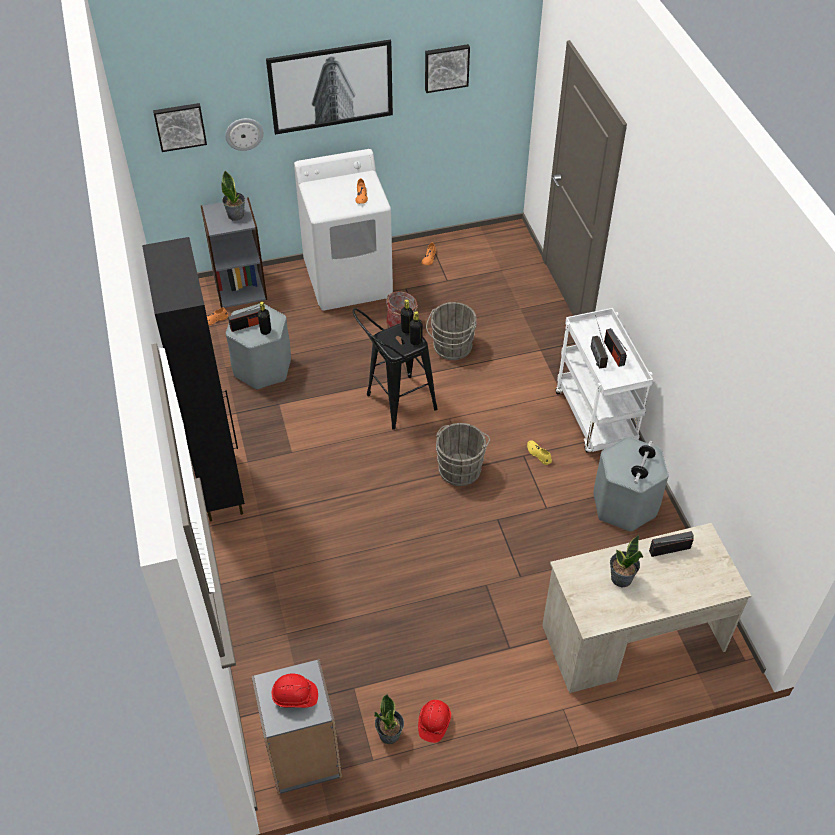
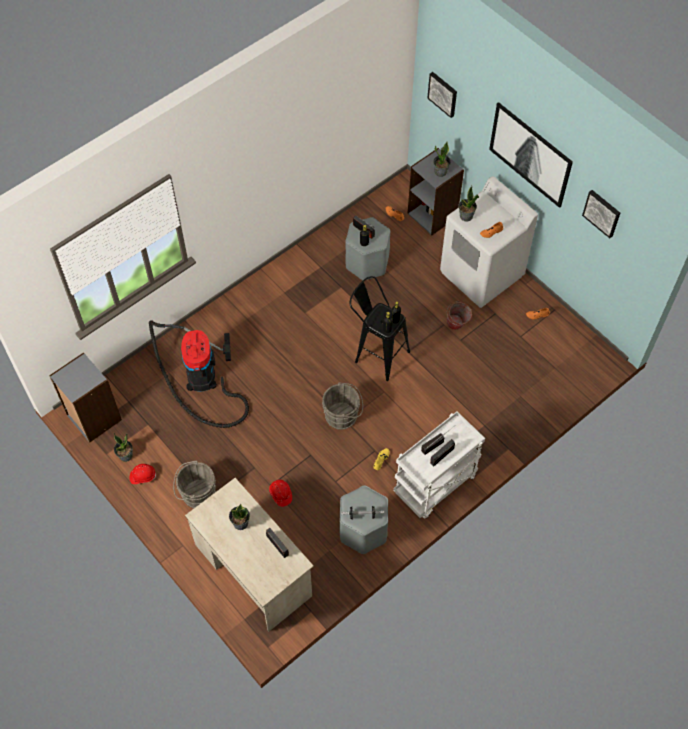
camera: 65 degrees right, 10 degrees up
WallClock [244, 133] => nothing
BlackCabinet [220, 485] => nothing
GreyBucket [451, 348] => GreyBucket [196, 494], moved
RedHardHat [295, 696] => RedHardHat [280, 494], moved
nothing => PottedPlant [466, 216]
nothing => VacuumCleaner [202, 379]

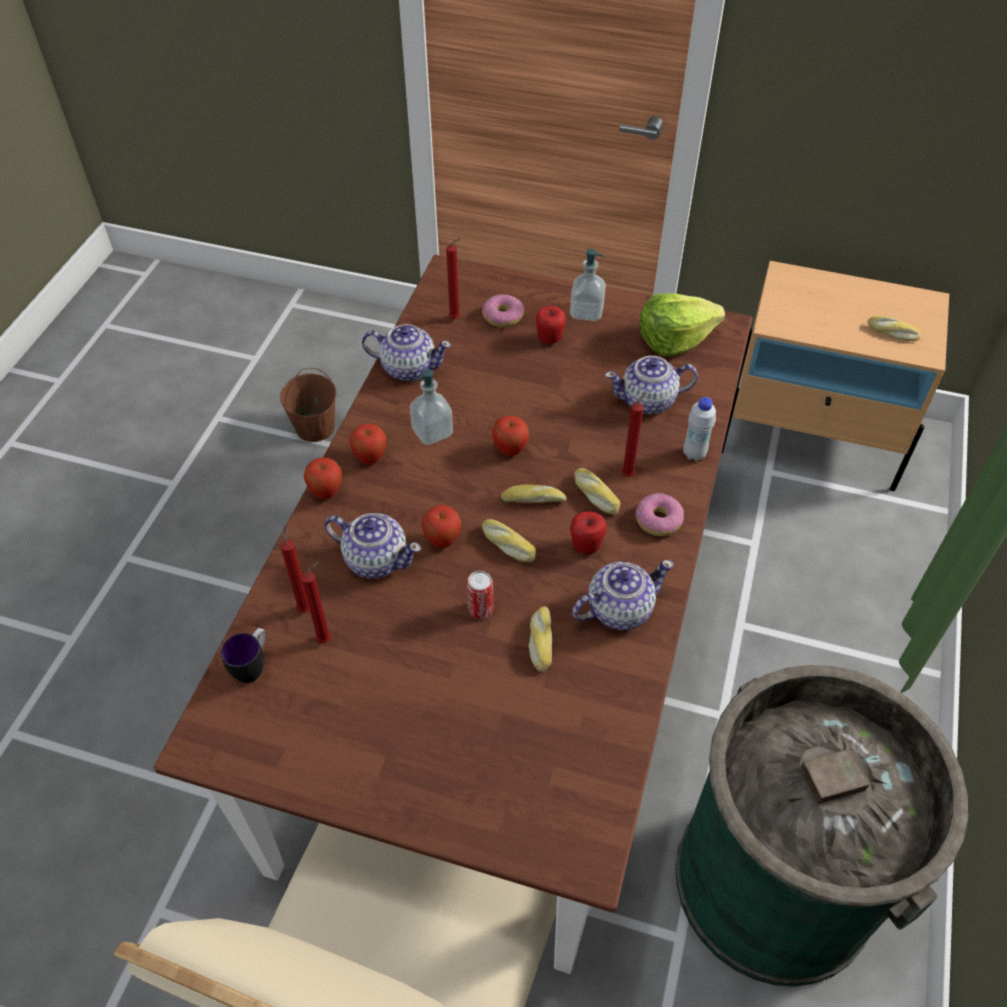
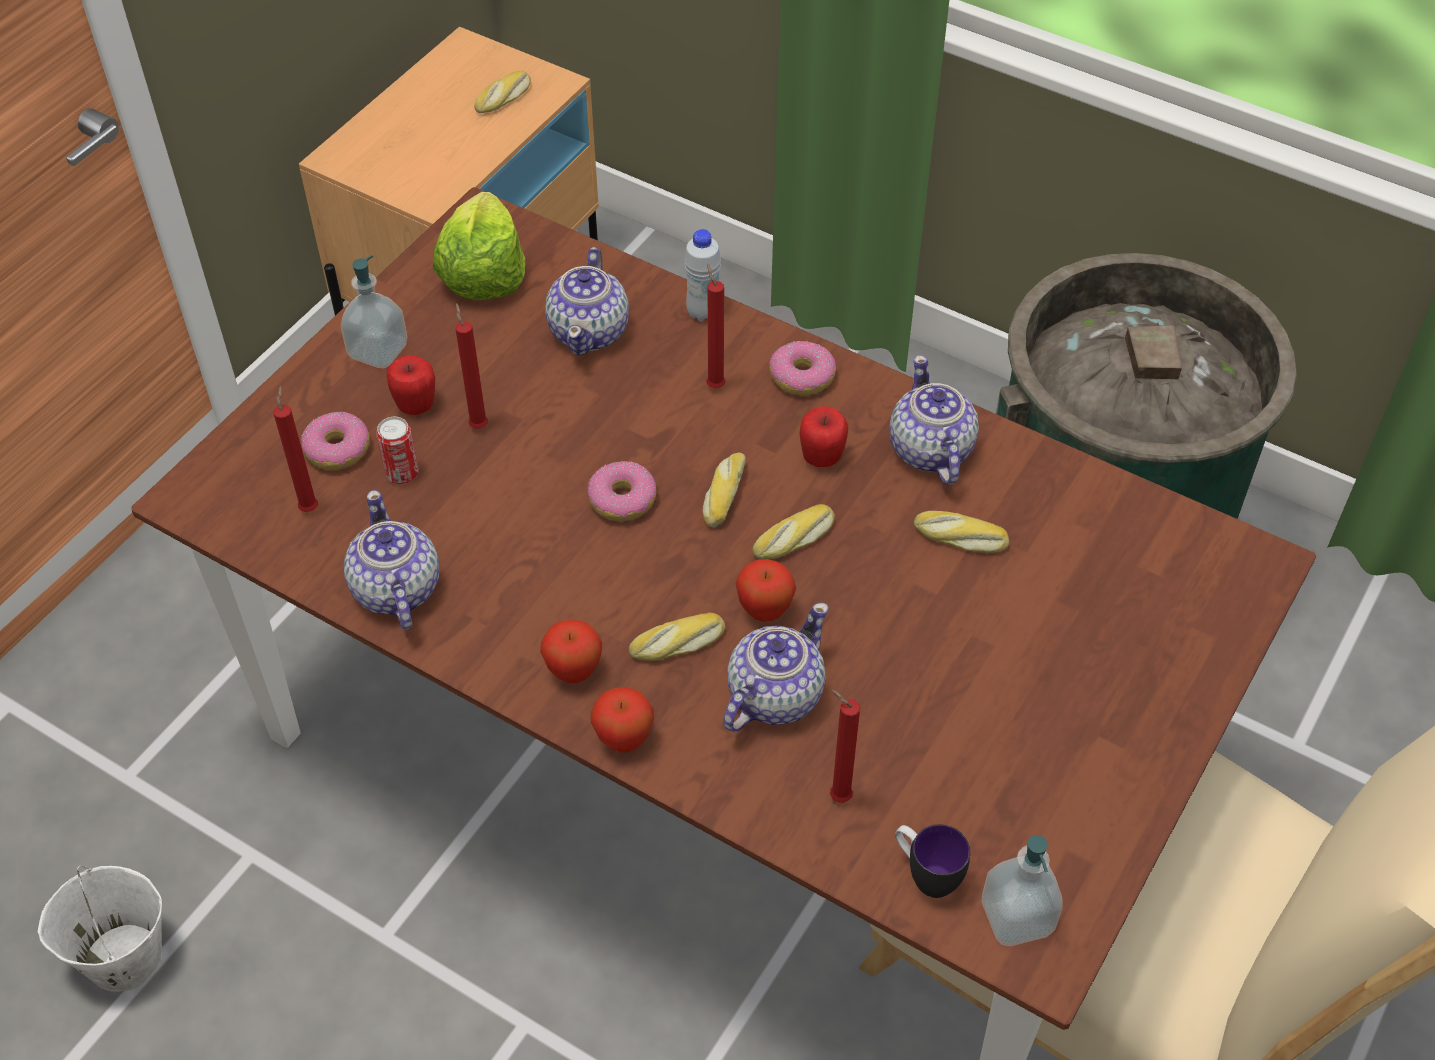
camera: 75 degrees left, 0 degrees up
Teapot [408, 368] => Teapot [395, 590], 45 degrees counterclockwise
BrownBucket [314, 427] => WhiteBucket [123, 958]
SoapDispenser [432, 432] => SoapDispenser [1016, 917], moved
Apple [510, 450] => Donut [622, 500]
Bread [594, 495] => Bread [678, 645], moved
RedCandle [326, 638] => RedCandle [478, 424], moved
Can [480, 609] => Can [402, 473], moved

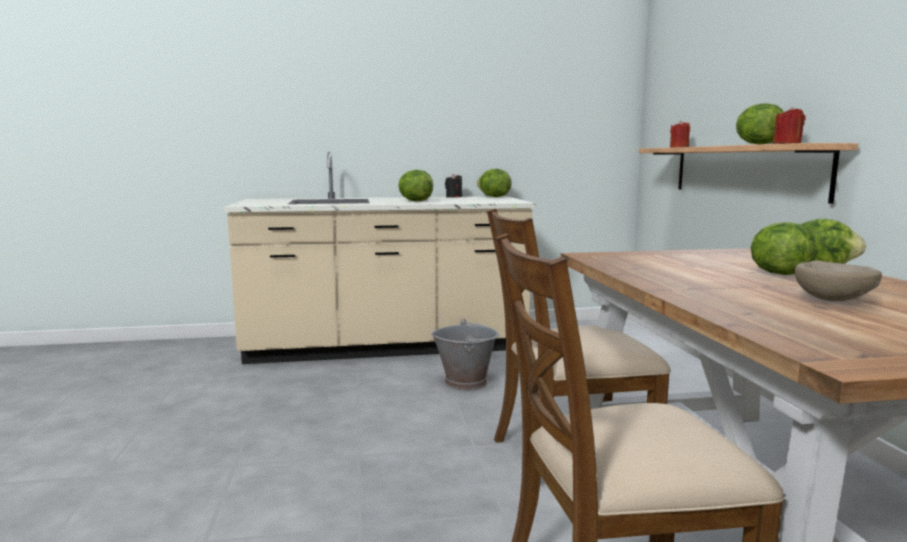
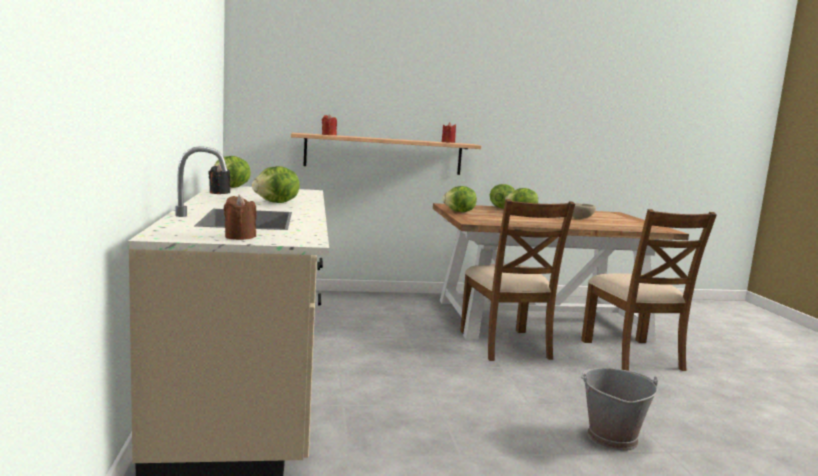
camera: 90 degrees left, 0 degrees up
Lettuce [757, 144] => Lettuce [459, 212], moved
GreyBucket [466, 382] => GreyBucket [611, 437], moved
nothing => BrownCandle [239, 237]

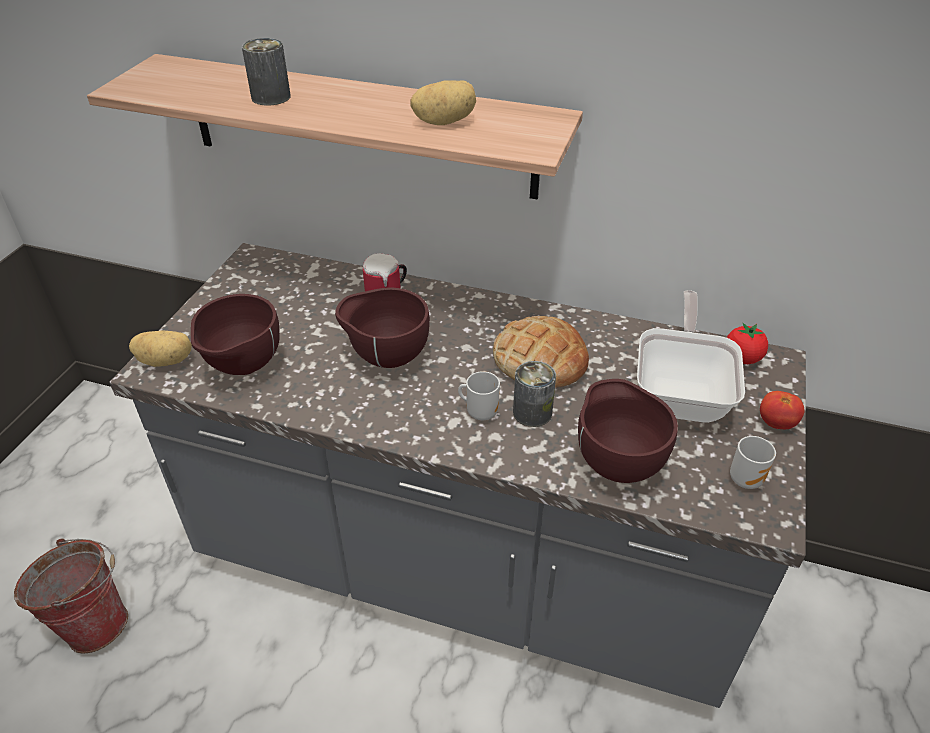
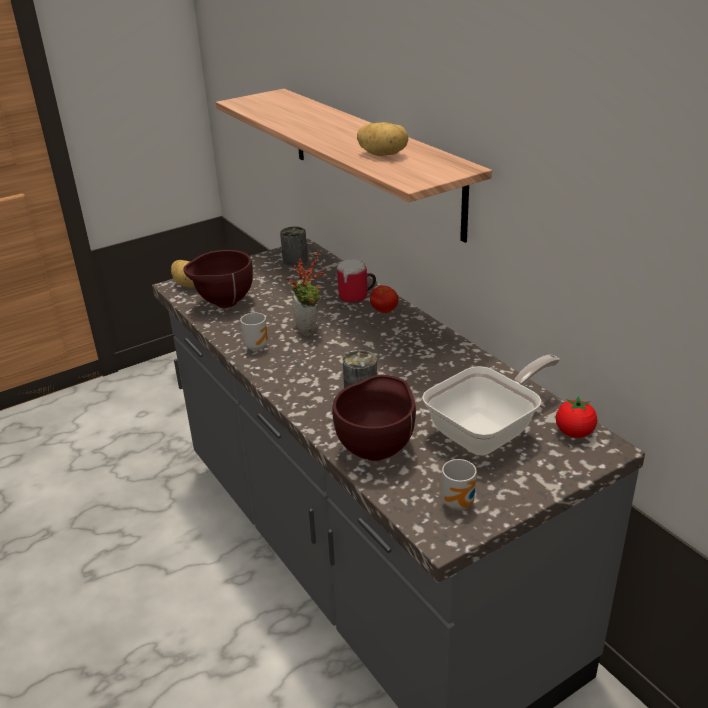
camera: 40 degrees right, 10 degrees down
Can [271, 97] => Can [295, 262], moved
BrownBowl [386, 358] => PottedPlant [310, 330]
Bread [540, 359] => nothing
Mug [480, 412] => Mug [256, 346], moved
Tomato [776, 423] => Tomato [384, 311], moved
Bucket [93, 621] => nothing

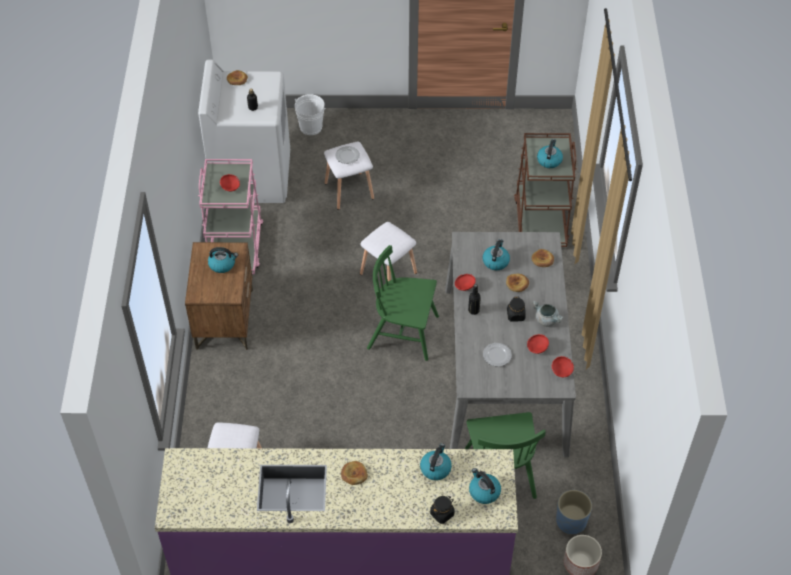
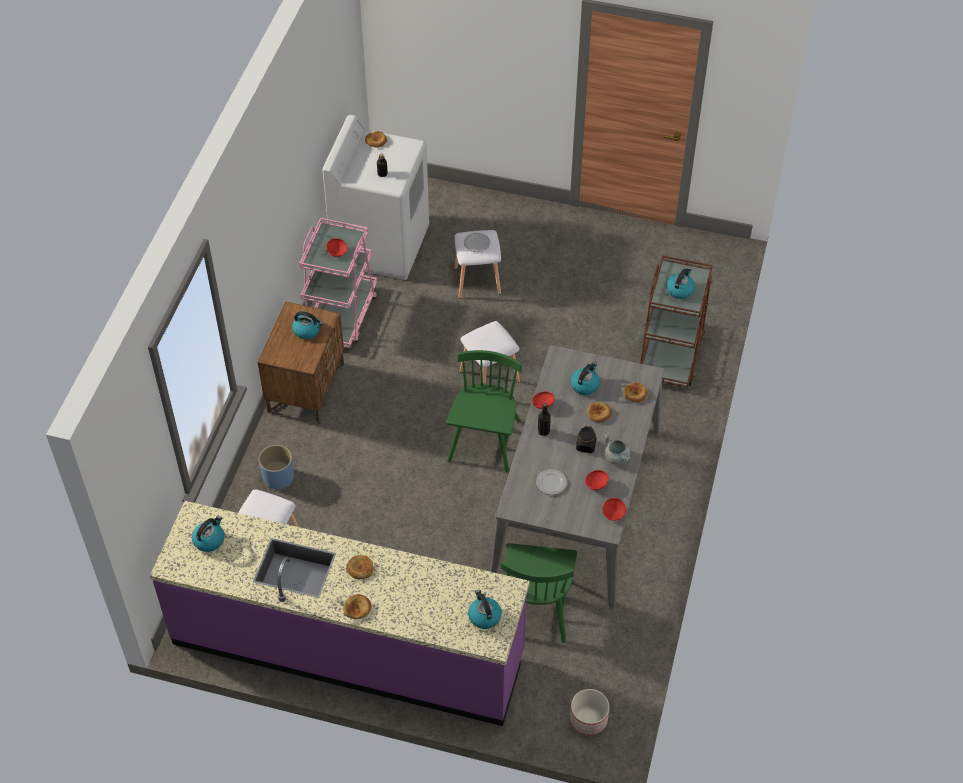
camera: 15 degrees right, 0 degrees up
WhiteBucket [311, 127] => nothing
GreenChair [403, 332] => GreenChair [484, 441], 75 degrees clockwise
Kettle [435, 468] => Kettle [209, 540], moved
BluePlanter [571, 521] => BluePlanter [279, 478], moved
BlackJar [442, 513] => nothing
nothing => Bread [357, 608]

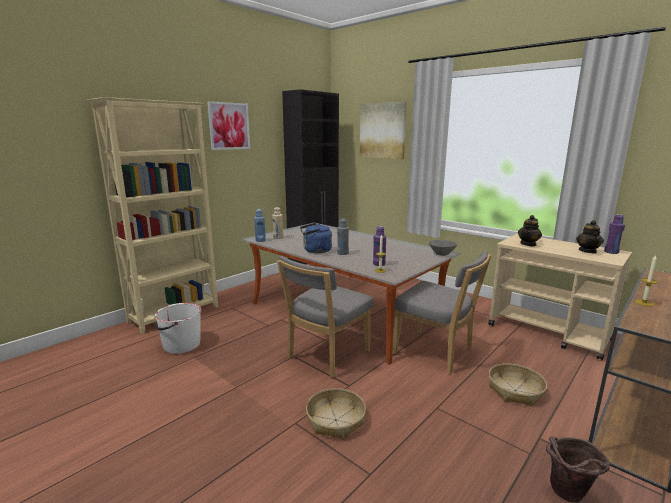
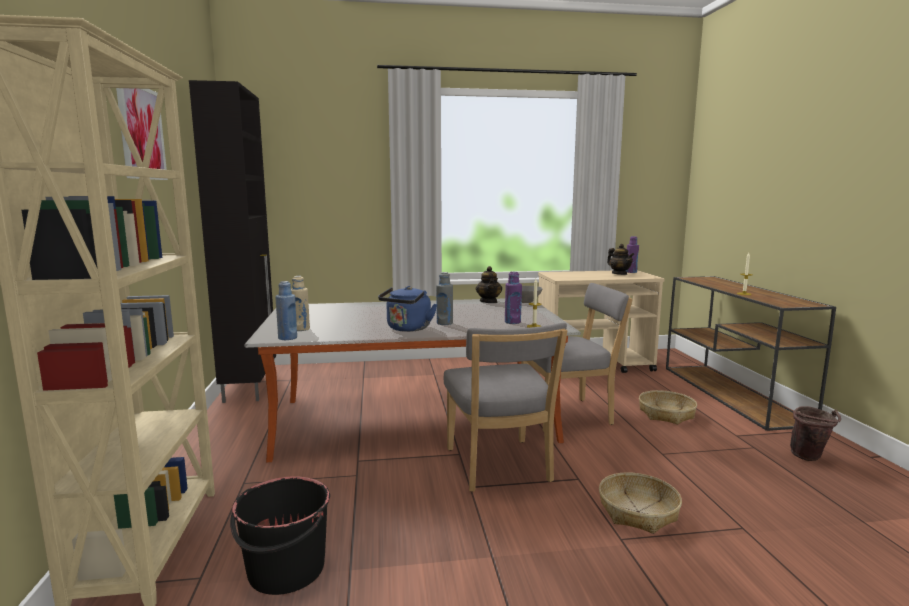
camera: 50 degrees left, 5 degrees down
Picture [382, 131] => nothing
Teapot [528, 244] => Teapot [489, 301], moved
WhiteBucket [181, 345] => BlackBucket [285, 570]

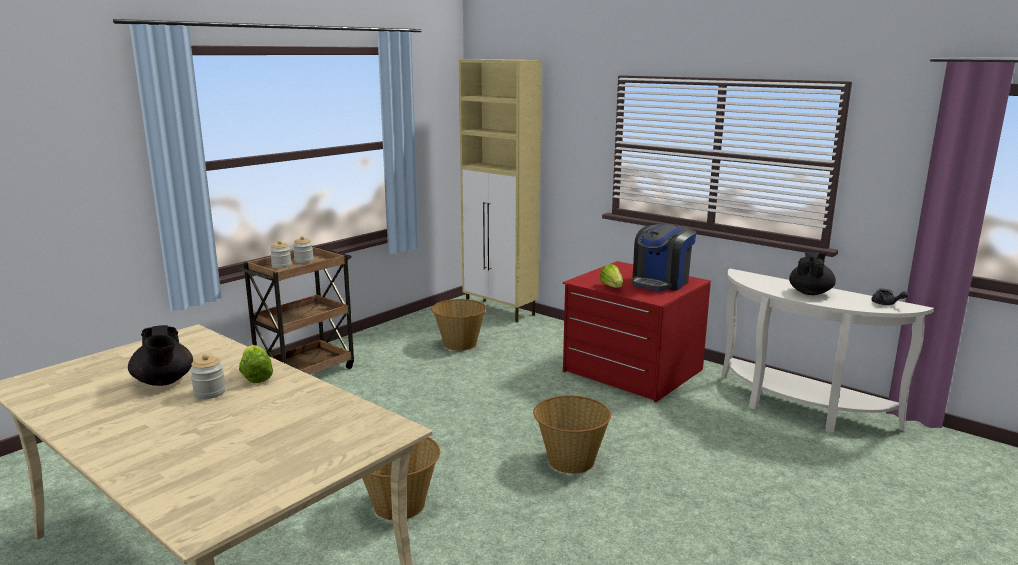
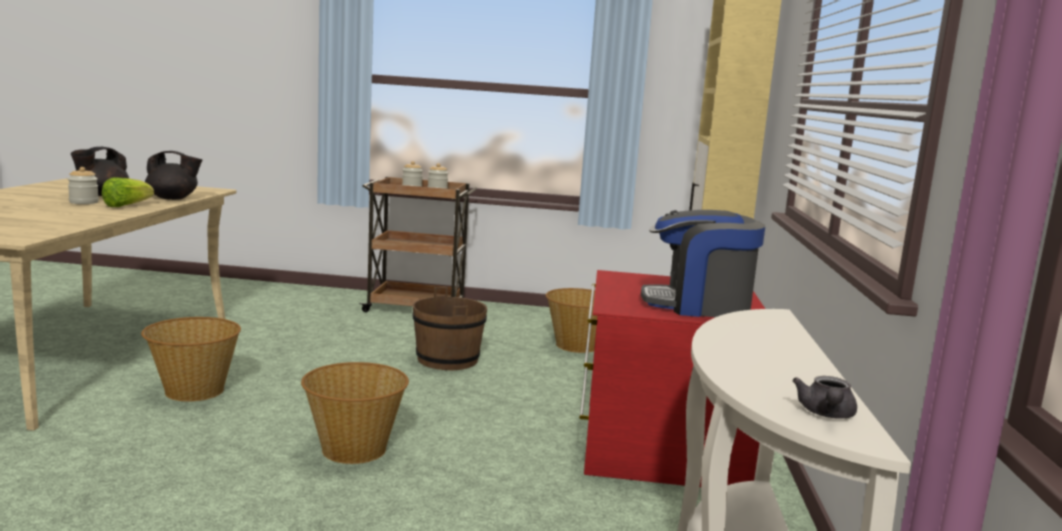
camera: 55 degrees right, 5 degrees down
BlackTeapot [810, 292] => BlackTeapot [173, 198], moved
Lettuce [612, 287] => nothing
nothing => BrownBucket [447, 360]

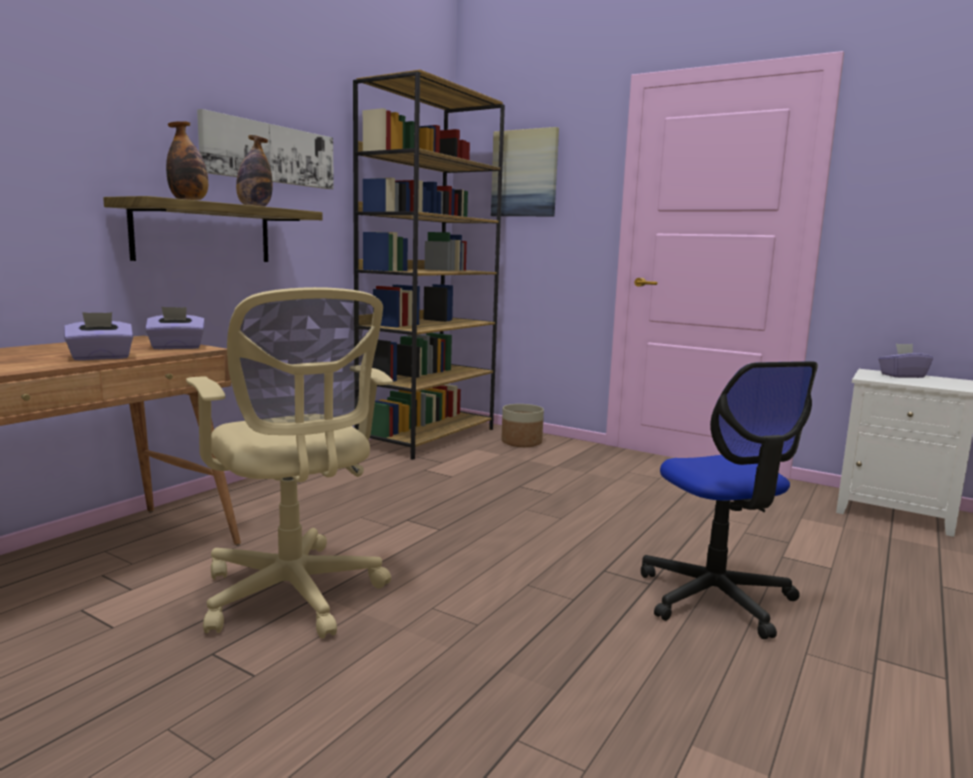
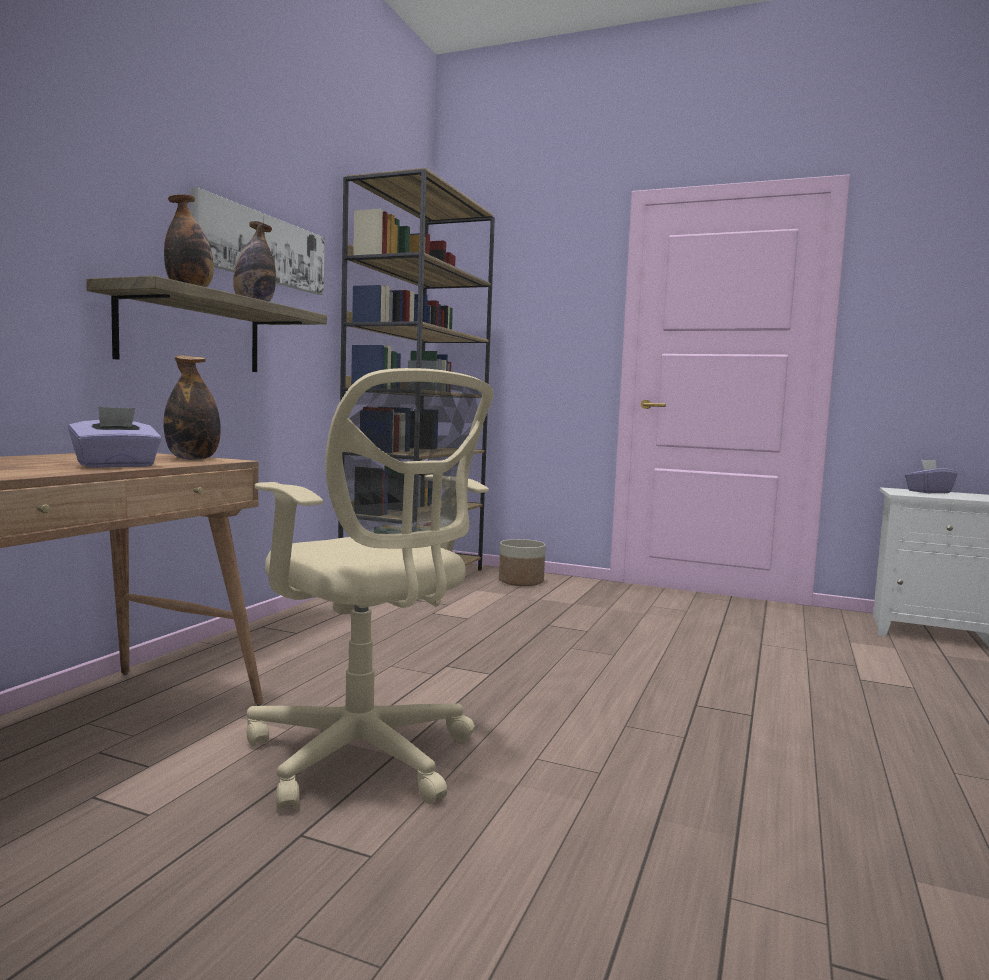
camera: 10 degrees left, 5 degrees down
Picture [525, 173] => nothing
PurpleTissueBox [176, 347] => Bottle [192, 459]
OfficeChair [716, 598] => nothing

